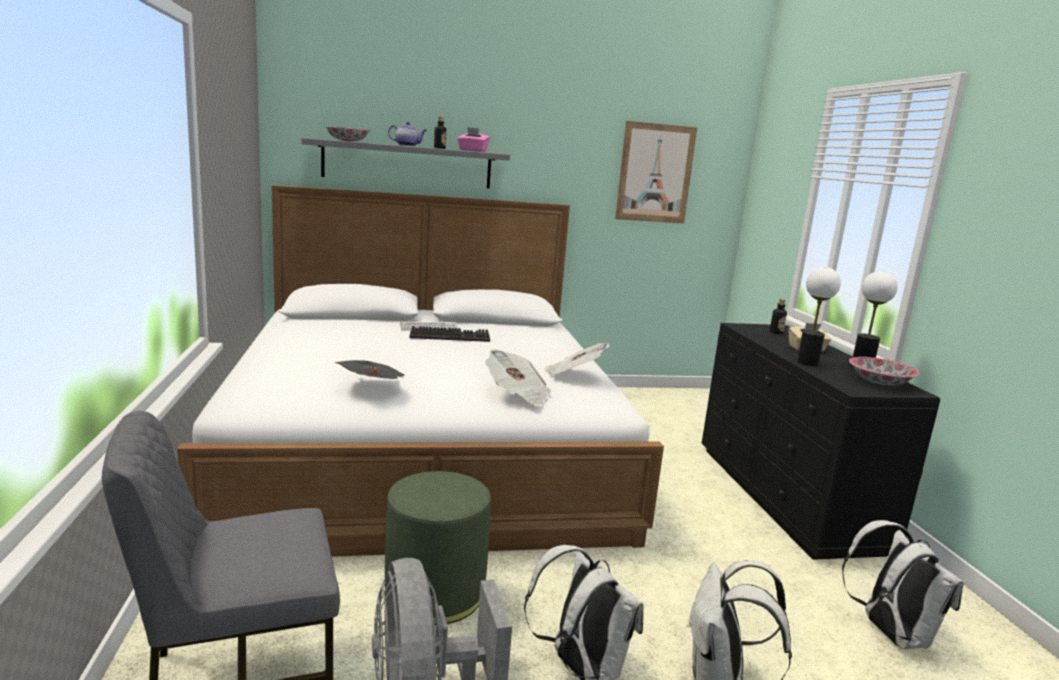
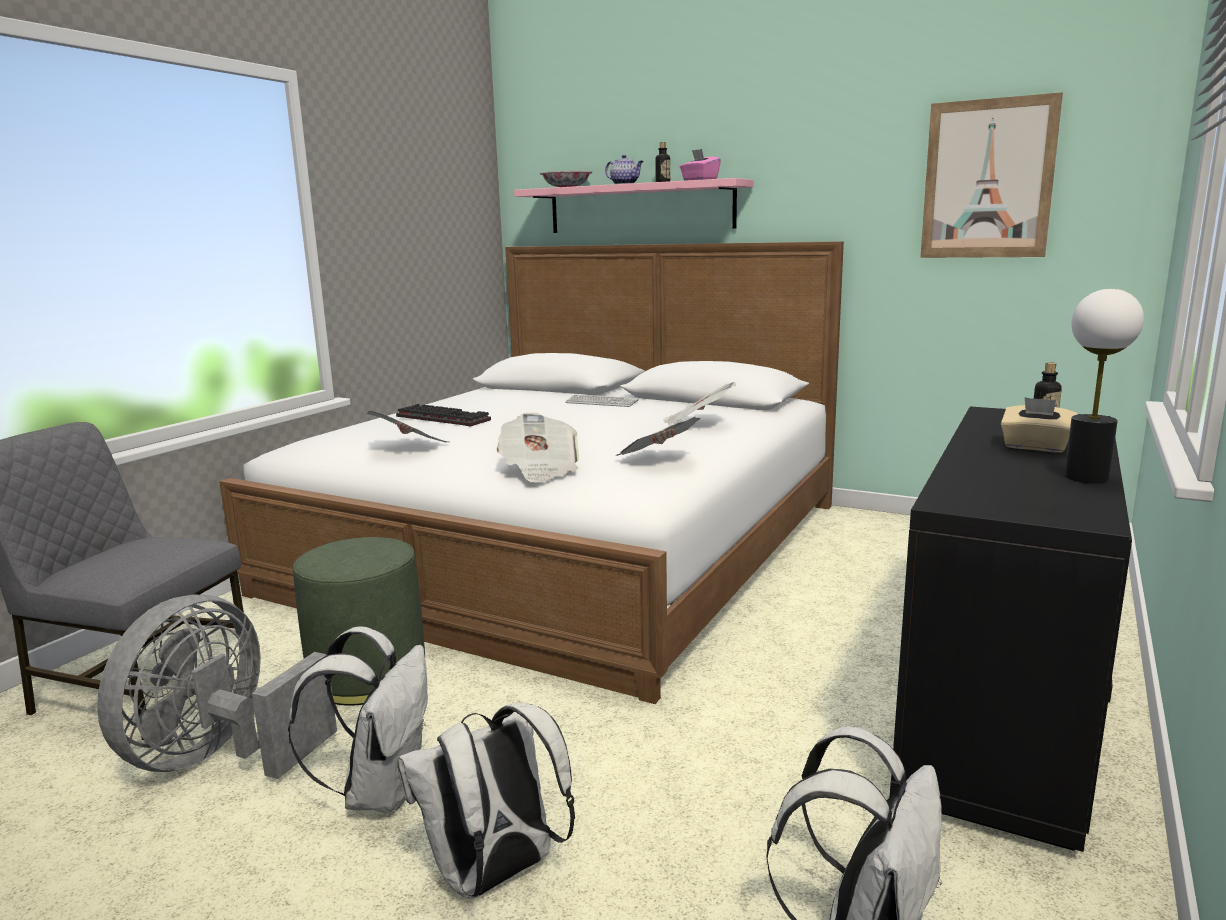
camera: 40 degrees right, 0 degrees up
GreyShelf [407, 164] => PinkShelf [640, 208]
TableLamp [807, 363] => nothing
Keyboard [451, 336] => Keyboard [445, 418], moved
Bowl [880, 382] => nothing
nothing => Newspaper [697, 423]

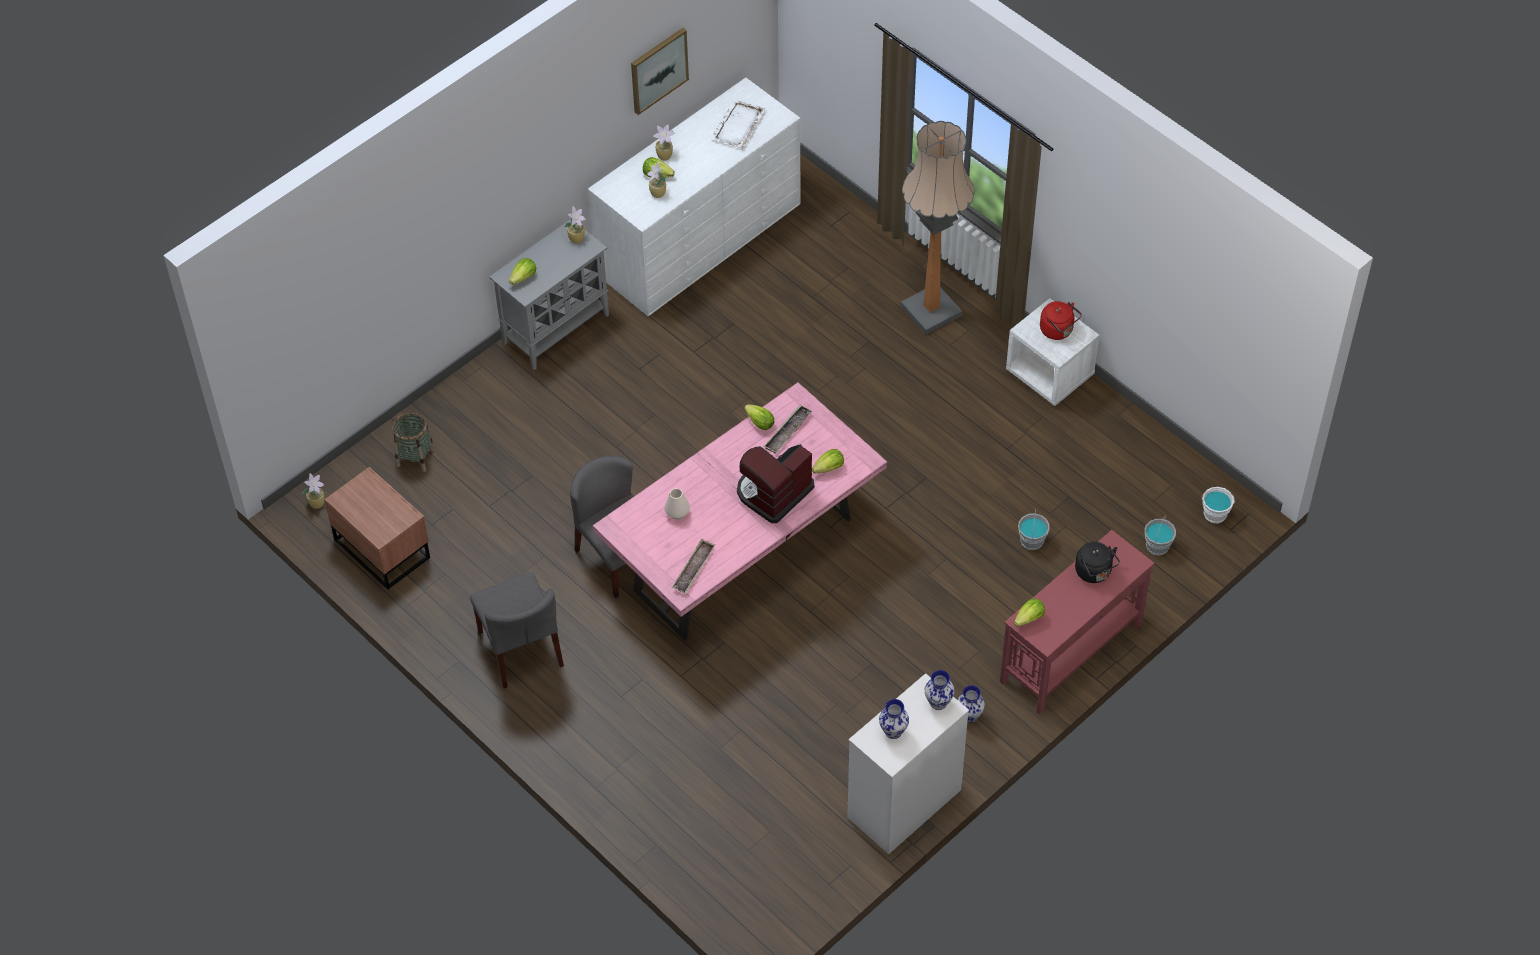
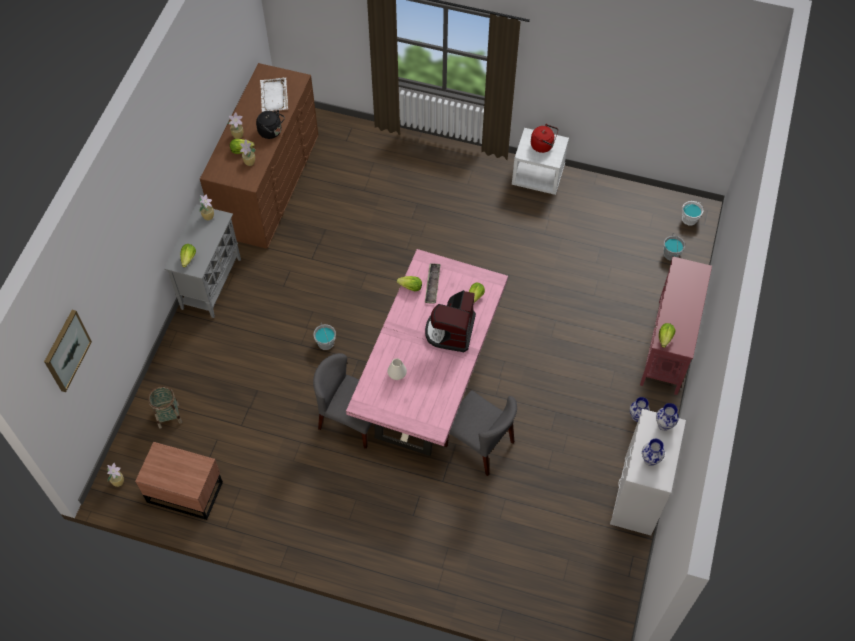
camera: 30 degrees left, 5 degrees up
Picture [658, 70] => Picture [66, 350], moved
WhiteDresser [699, 238] => BrownDresser [268, 184]
FloorLamp [931, 311] => nothing
GreyBucket [1031, 540] => GreyBucket [325, 343], moved
Tray [694, 569] => nothing
BlackKettle [1094, 573] => BlackKettle [271, 132], moved
GreyChair [521, 649] => GreyChair [479, 444], moved

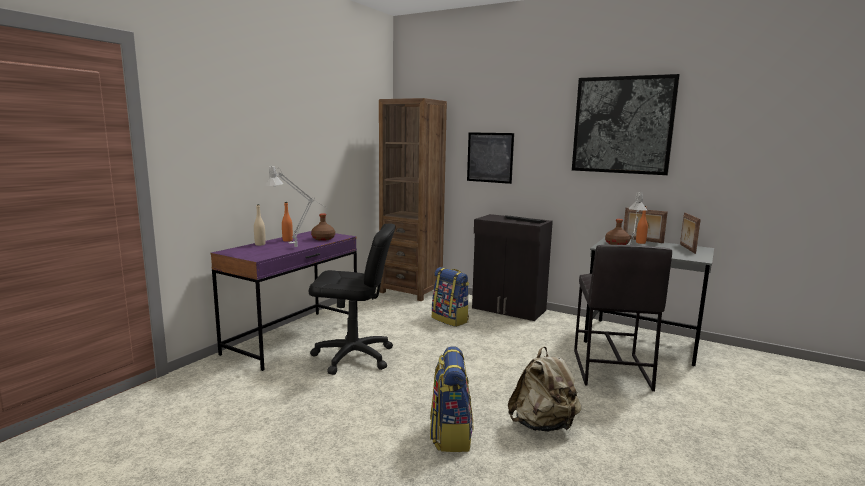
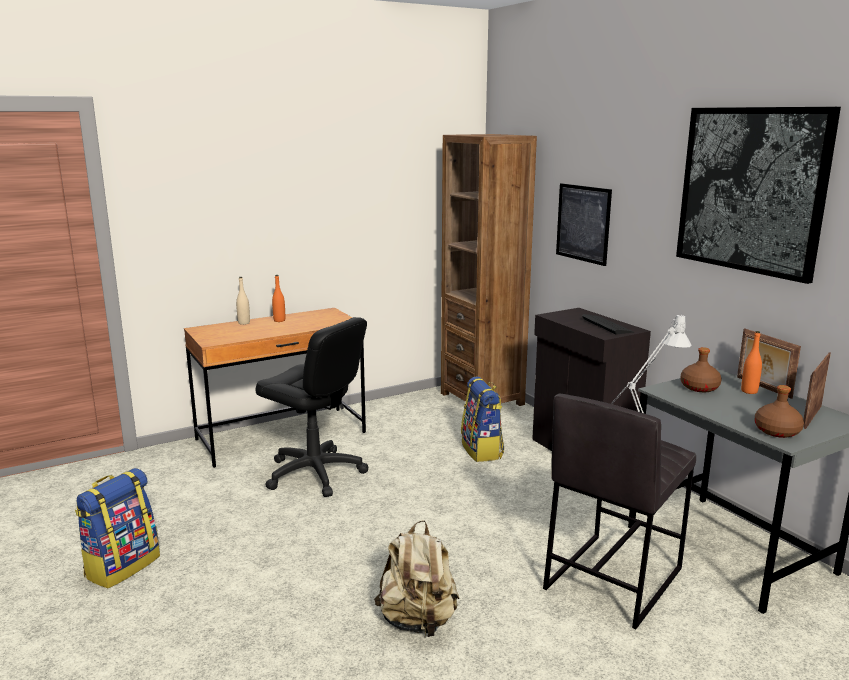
camera: 30 degrees right, 5 degrees up
GreyTableLamp [300, 247] => nothing
BrownBottle [323, 239] => BrownBottle [776, 431], moved
PurpleDesk [294, 338] => BrownDesk [281, 436]
Backpack [450, 434] => Backpack [122, 566], moved

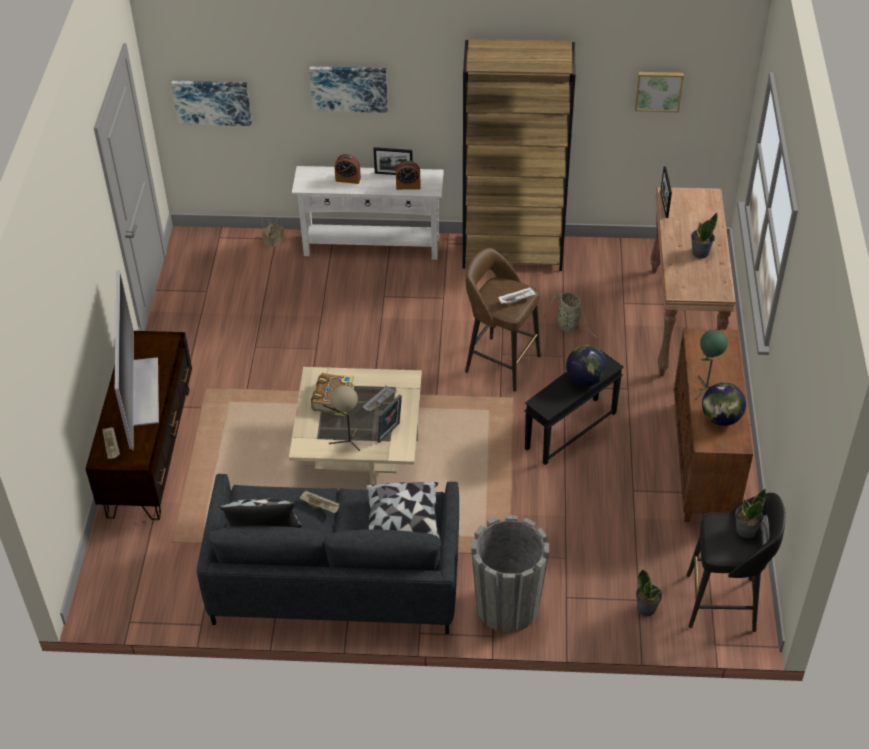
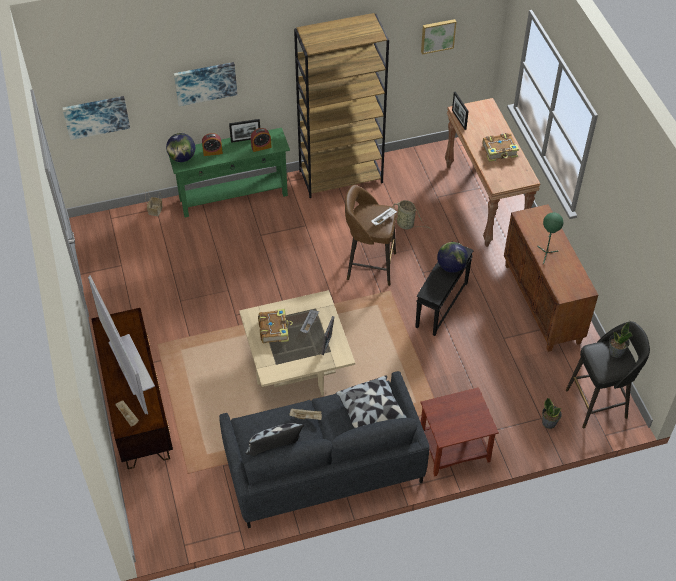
camera: 20 degrees left, 5 degrees up
WhiteConsoleTable [372, 246] => GreenConsoleTable [233, 197]
PottedPlant [700, 252] => Book [500, 151]
Globe [721, 418] => Globe [182, 157], moved
BeigeTableLamp [347, 441] => nothing
GreyPlanter [507, 606] => BrownSideTable [454, 450]

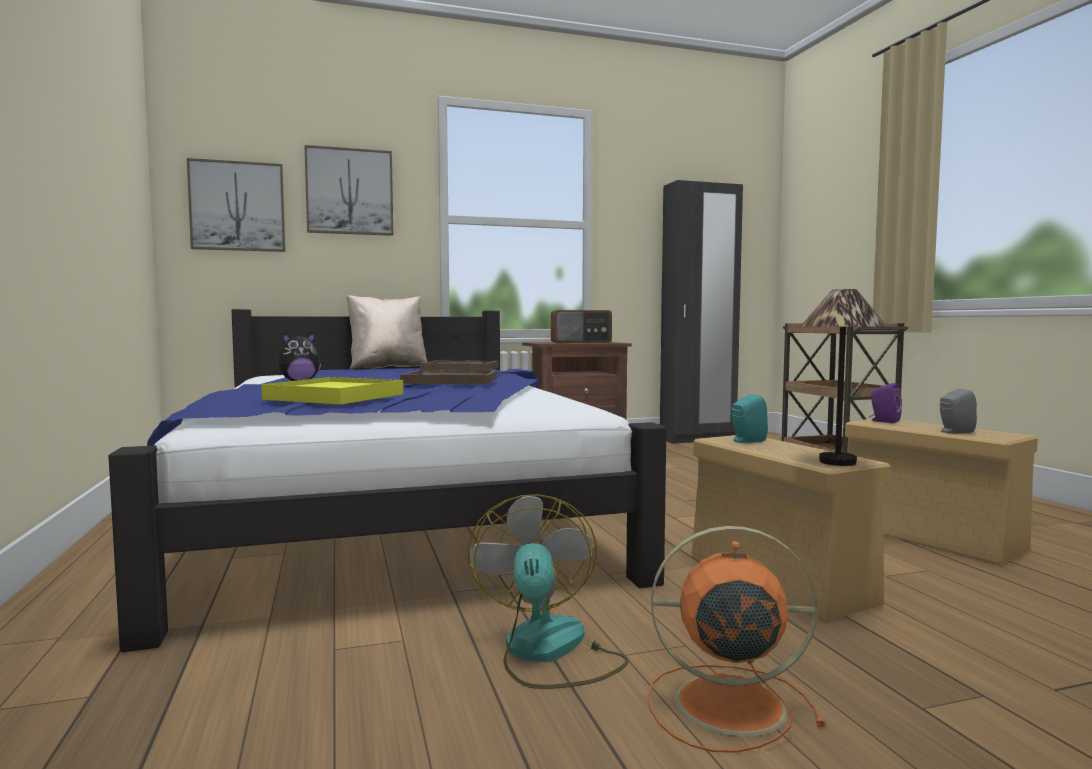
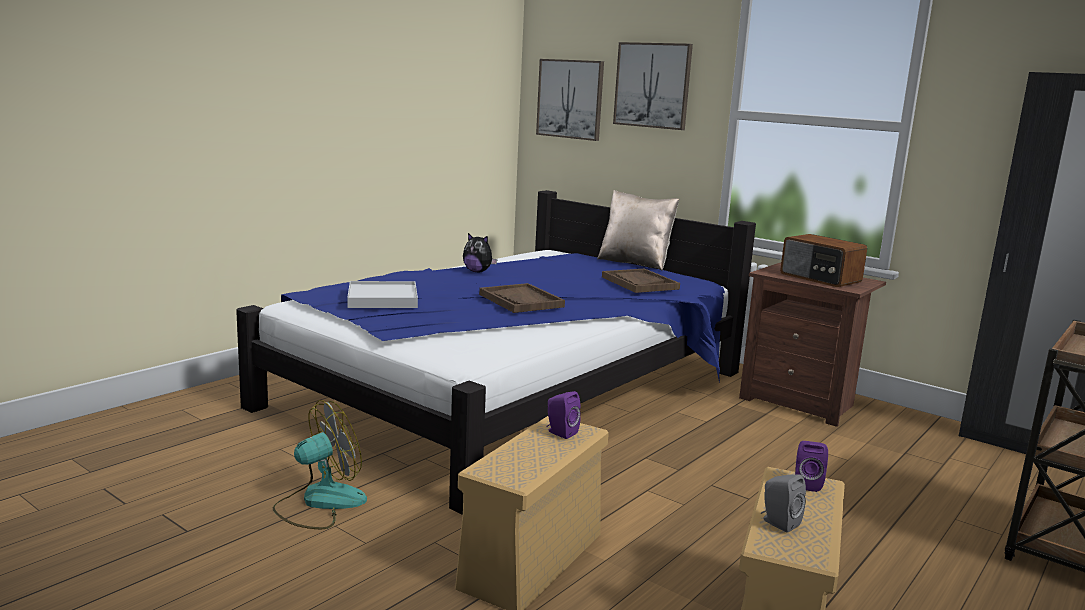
camera: 55 degrees right, 10 degrees up
TableLamp [836, 462] => nothing
YellowTray [335, 397] => WhiteTray [383, 299]
TurquoiseSpeaker [746, 441] => PurpleSpeaker [560, 433]
OrangeFan [724, 704] => nothing

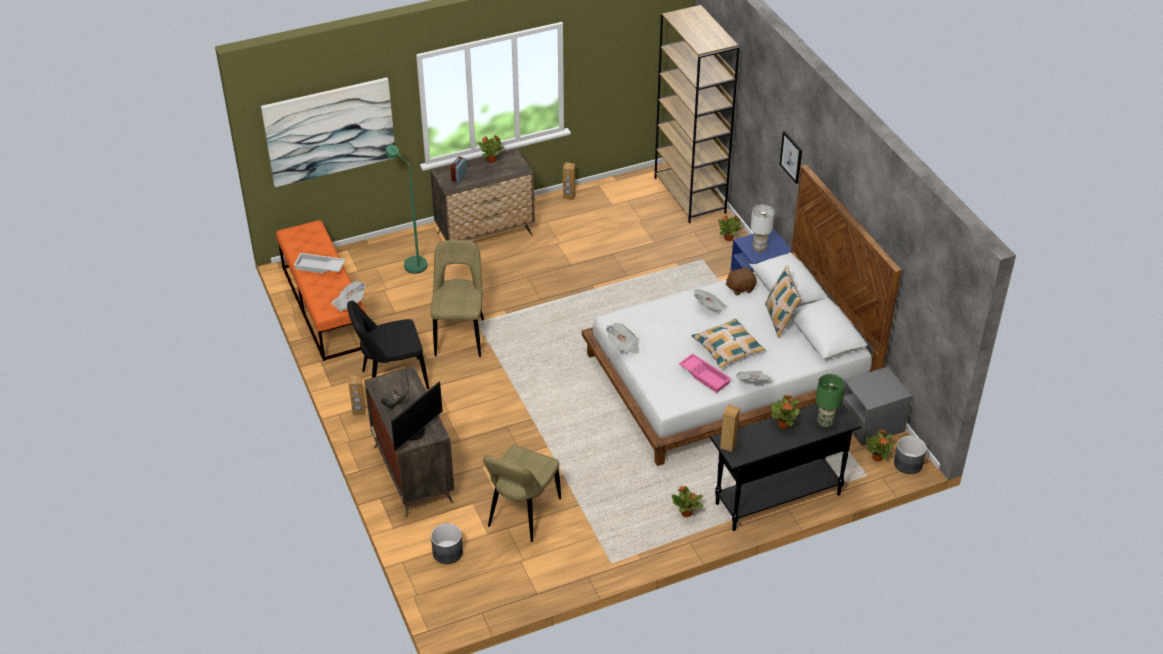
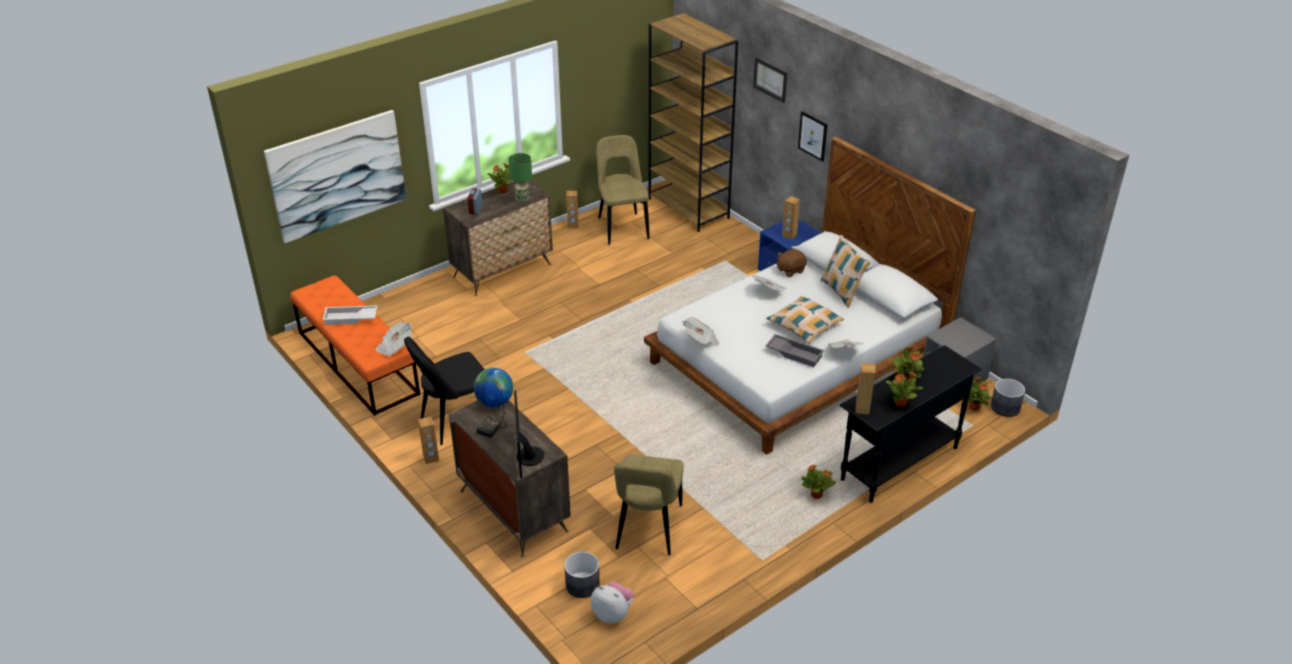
camera: 15 degrees left, 5 degrees down
GreenFloorLamp [412, 262] => nothing
WhiteTableLamp [759, 248] => BrownSpeaker [789, 235]
PottedPlant [729, 238] => PottedPlant [901, 403], moved
BeigeChair [460, 335] => BeigeChair [622, 227], moved
PinkTray [705, 375] => GreyTray [795, 353]
GreenTableLamp [825, 422] => GreenTableLamp [522, 200], moved
Monitor [415, 433] => Monitor [527, 457], 150 degrees clockwise
nothing => Picture [770, 79]
nothing => Globe [494, 402]
nothing => PlushToy [613, 614]

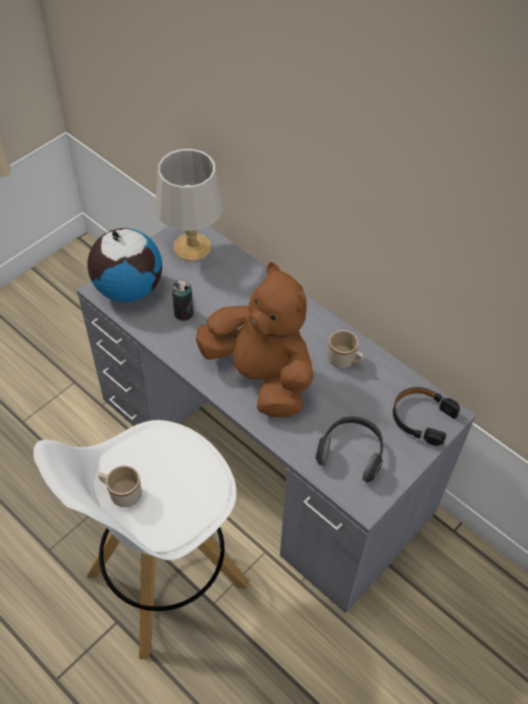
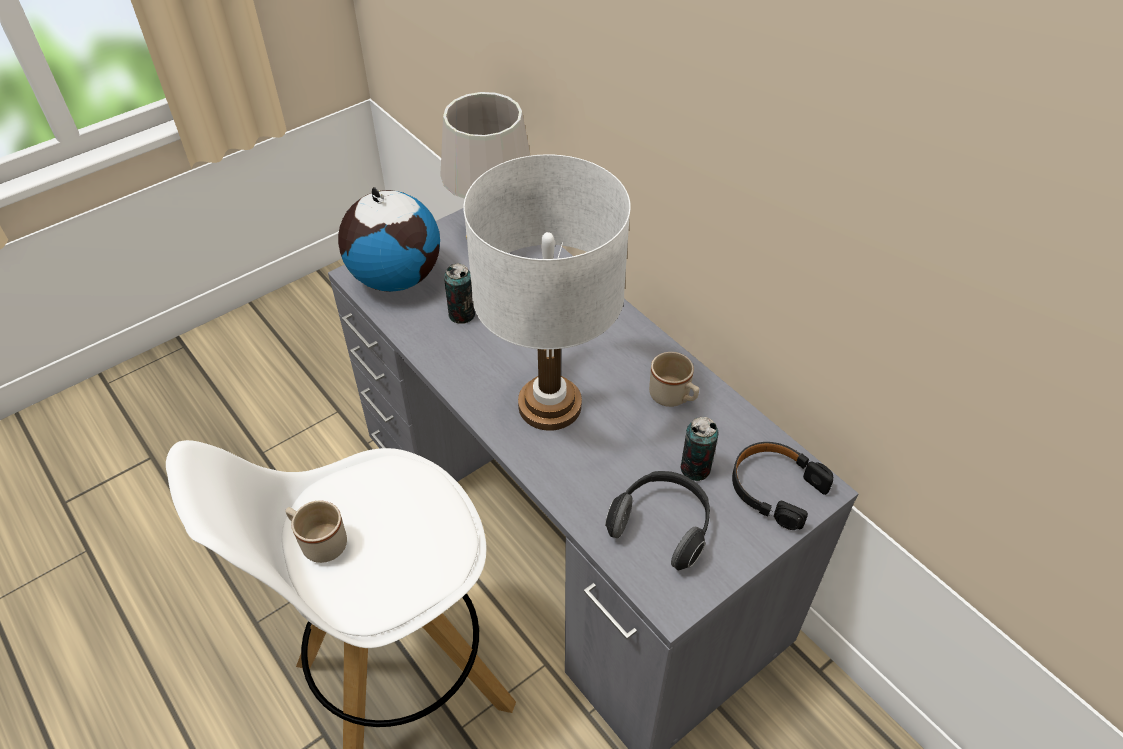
camera: 10 degrees right, 5 degrees down
BrownPlushToy [260, 376] => WhiteTableLamp [550, 405]
nothing => Can [695, 469]

